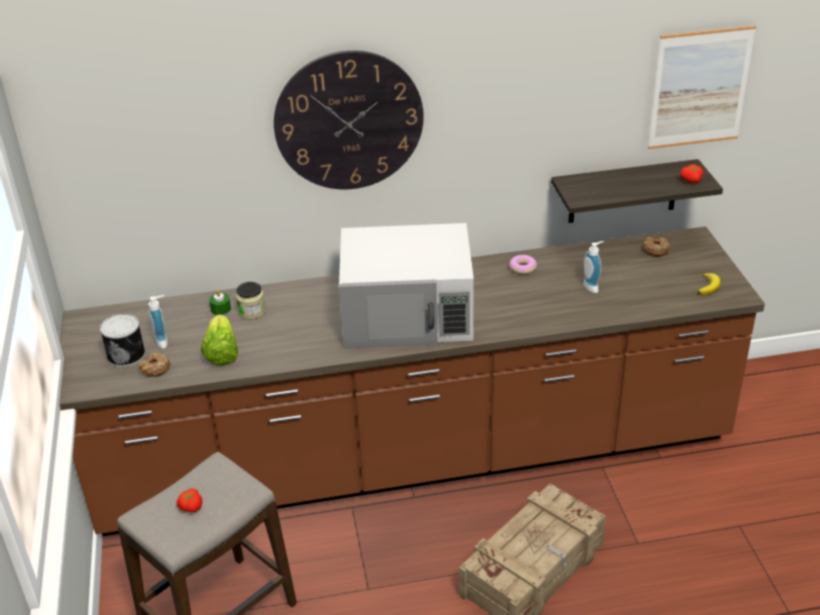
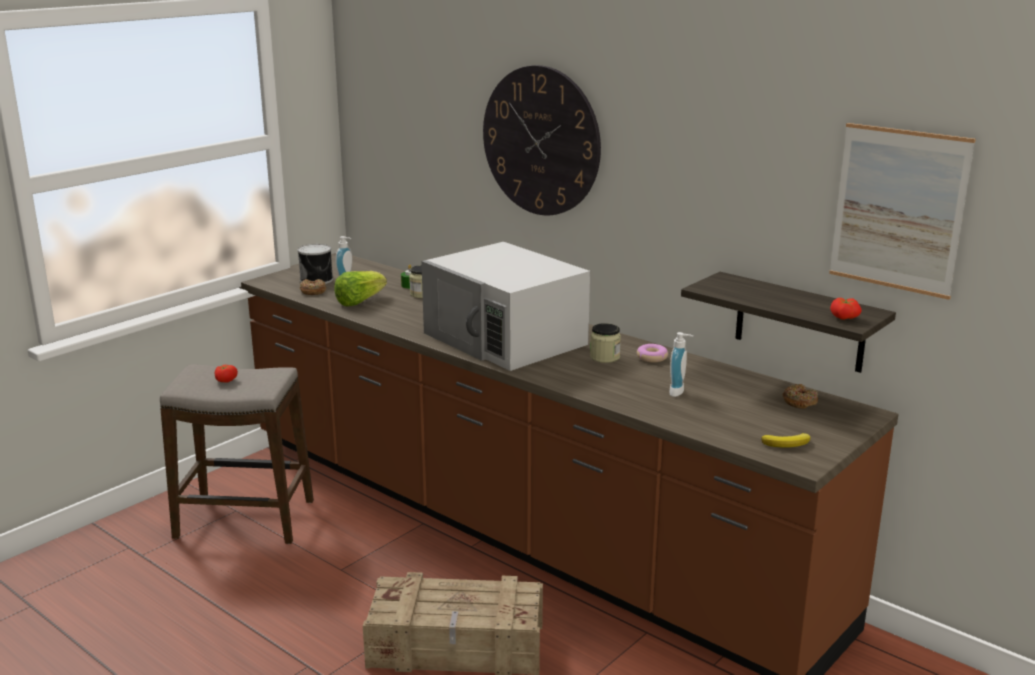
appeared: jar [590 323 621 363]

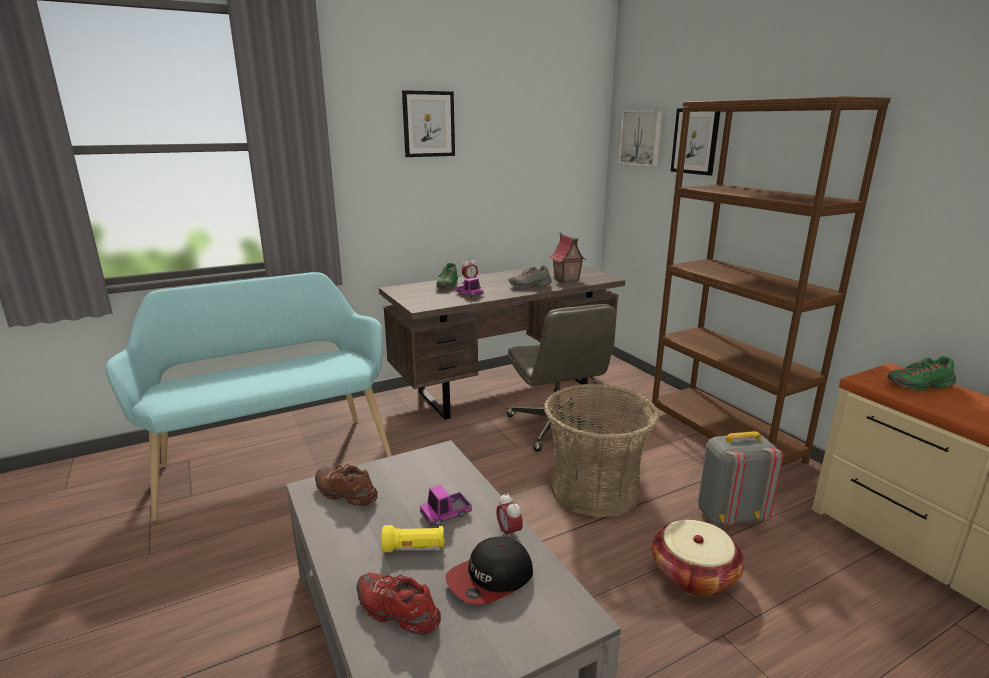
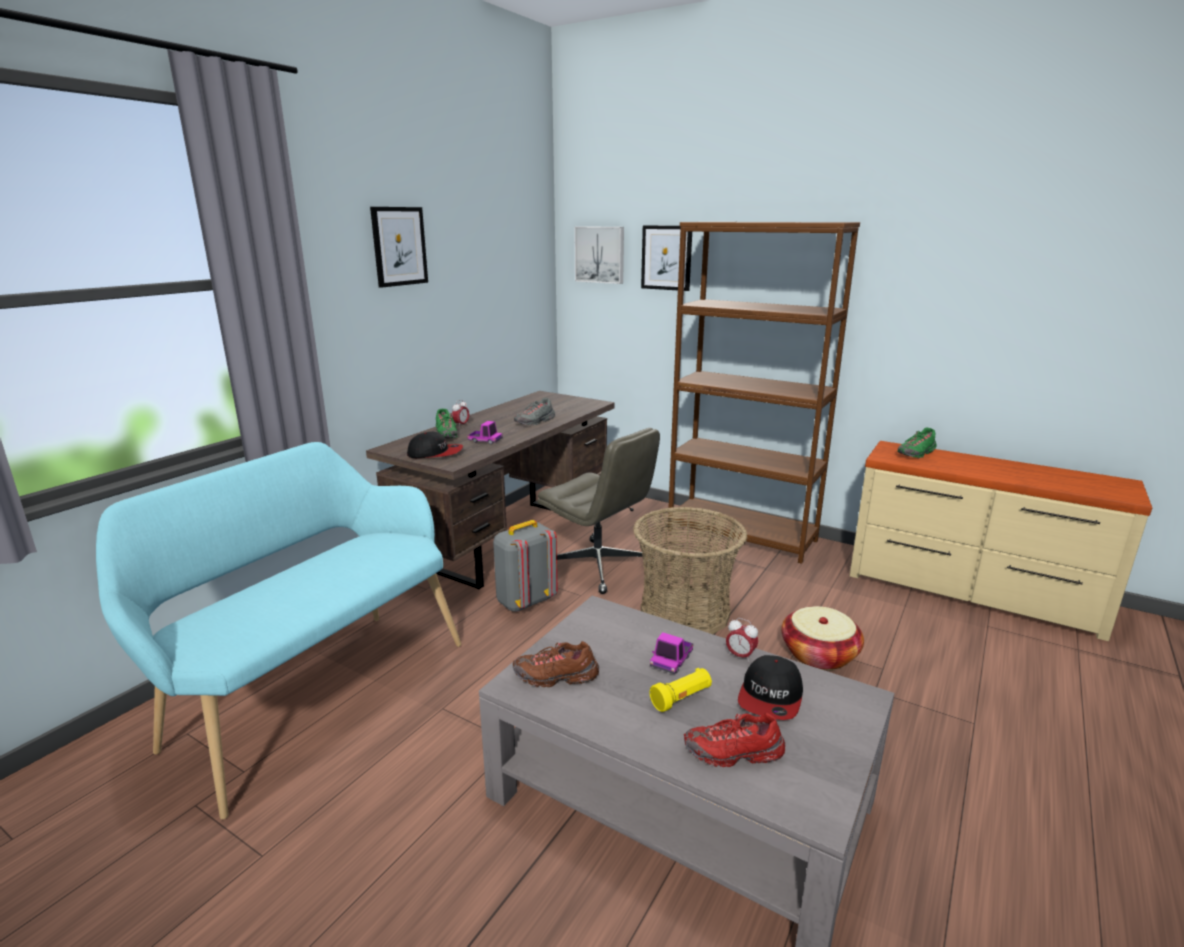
missing: toy house [550 232 586 283]
appeared: cap [407 432 463 458]
relocated: grey backpack [698 431 783 526] to [493 520 558 612]

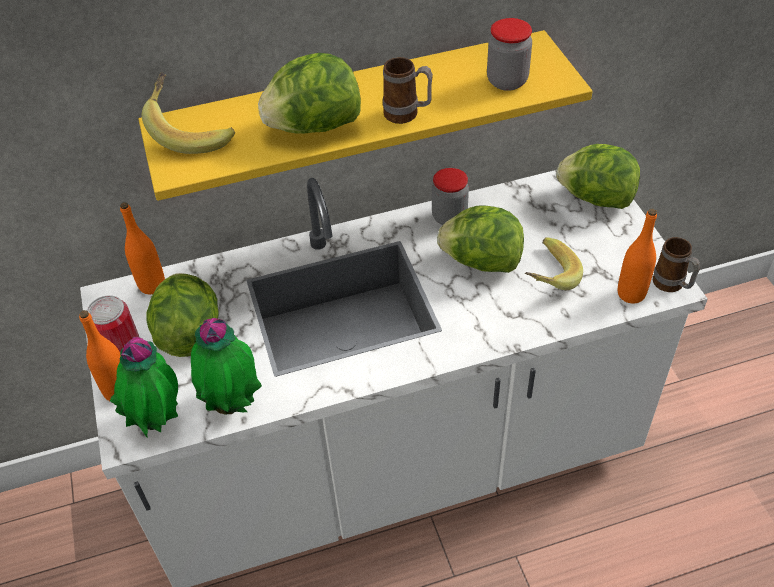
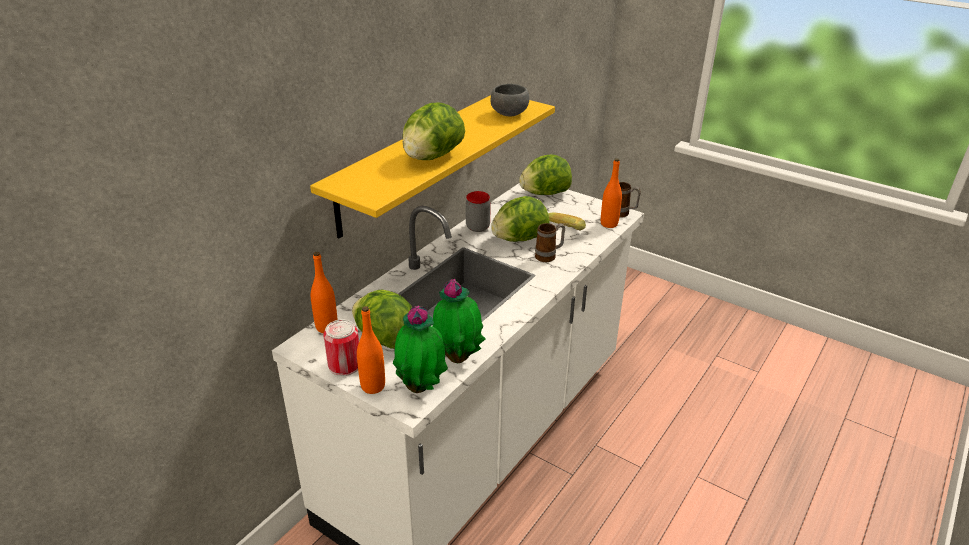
missing: banana [142 72 235 154]
relocated: mug [383 57 433 124] to [535 223 565 262]
exchanged: jar [487 18 532 91] to grey bowl [491 84 529 117]

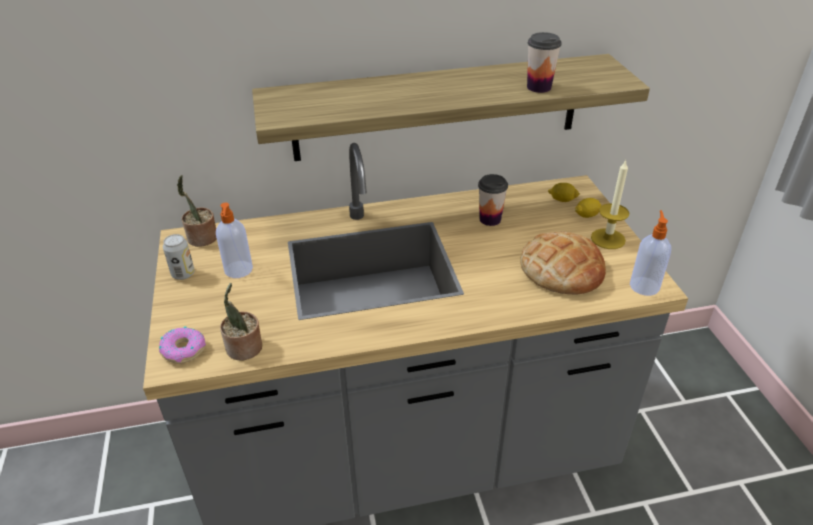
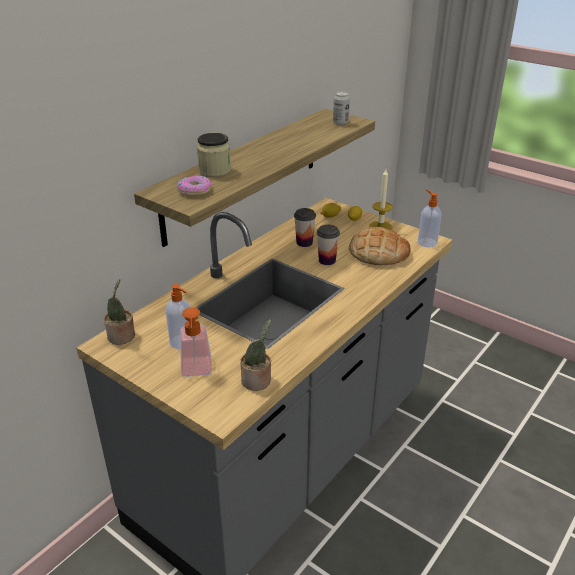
appeared: jar [197 133 231 177]; soap dispenser [180 307 212 377]
relocated: cup [527 32 562 93] to [317 225 340 265]; can [163 234 195 280] to [333 92 350 125]; donut [159 326 206 364] to [177 176 211 196]

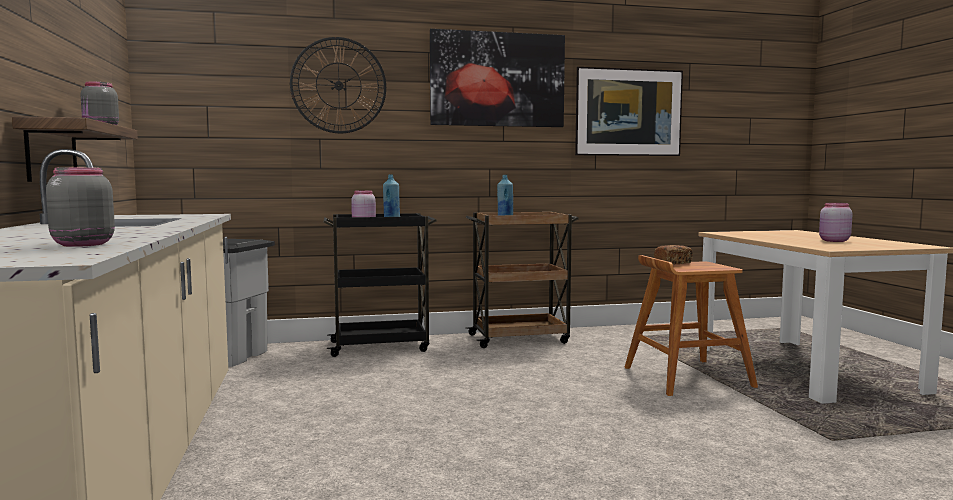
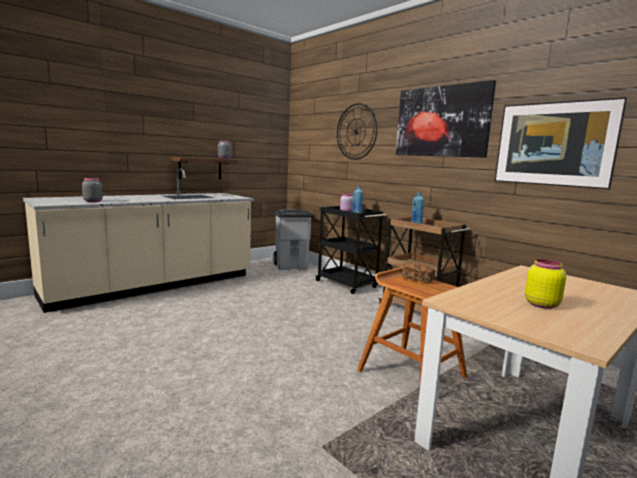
colour: pink jar [819 203 852 242] to yellow jar [525 259 566 309]

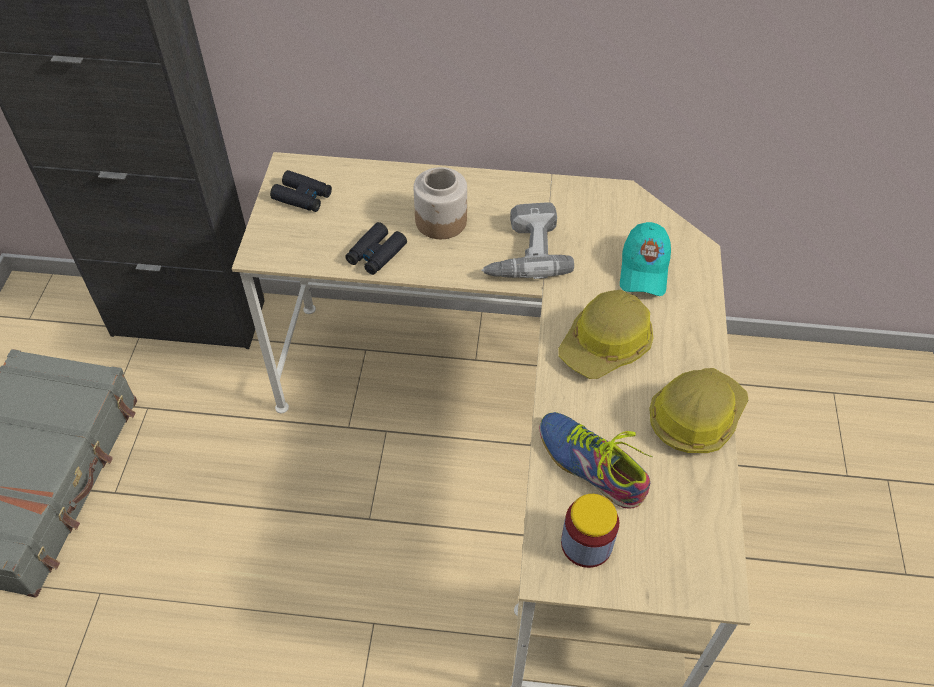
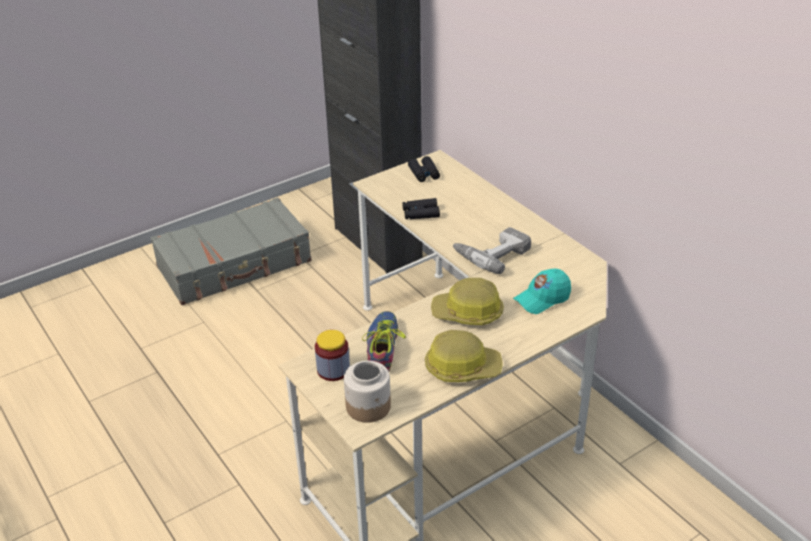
relocated: jar [414 167 467 239] to [344 361 391 423]

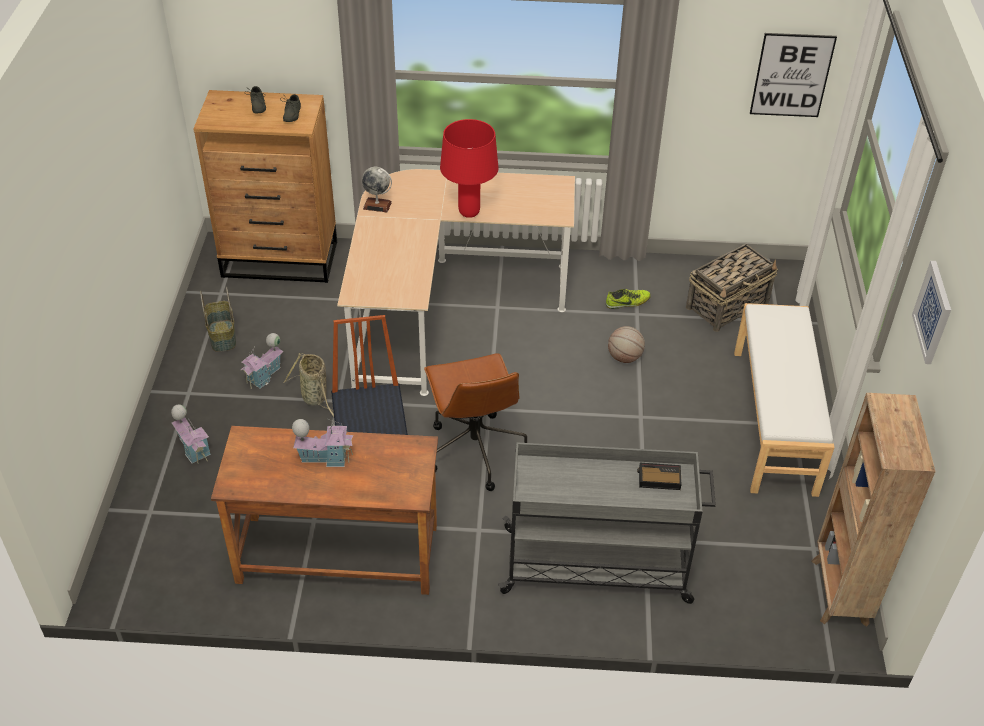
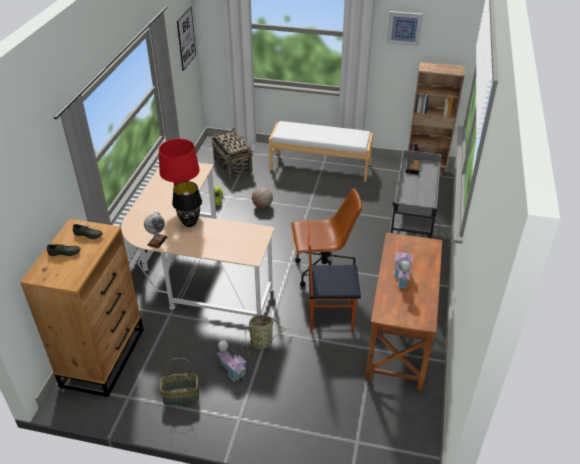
missing: toy house [171 404 211 464]
appeared: black table lamp [172 181 202 227]

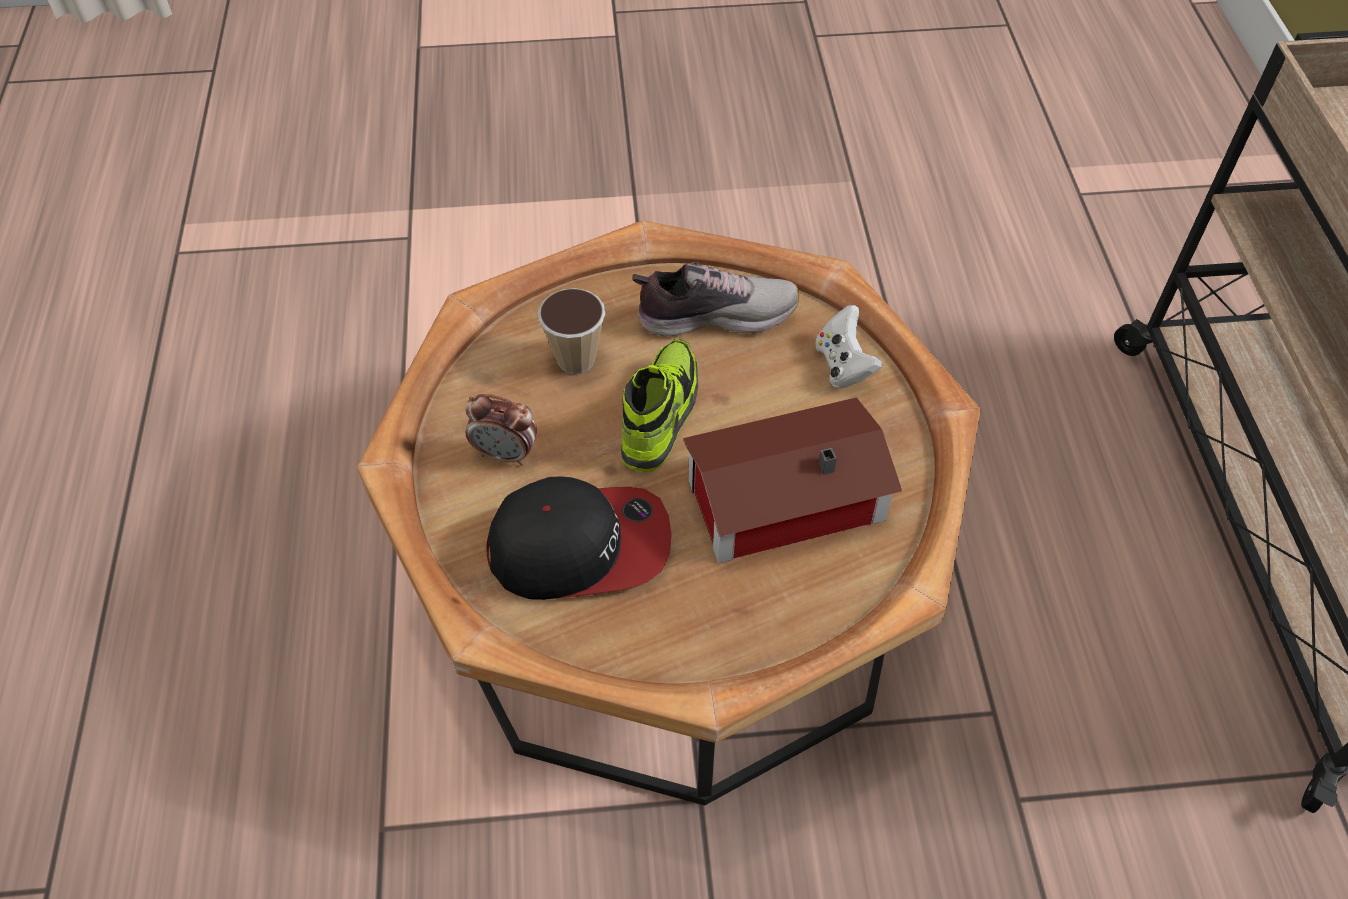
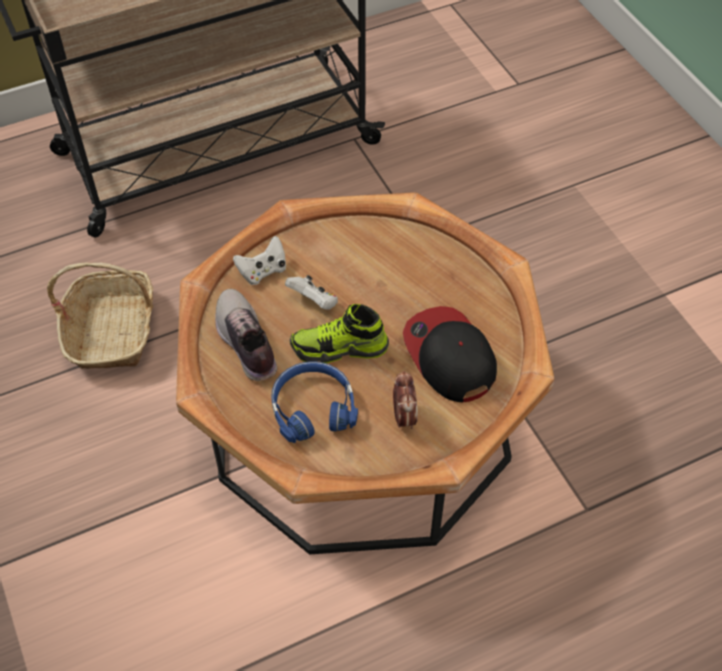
missing: toy house [683 397 902 563]
appeared: basket [47 262 153 369]; white game controller [285 275 338 310]
exchanged: cup [538 288 605 374] to blue headphones [271 362 358 443]

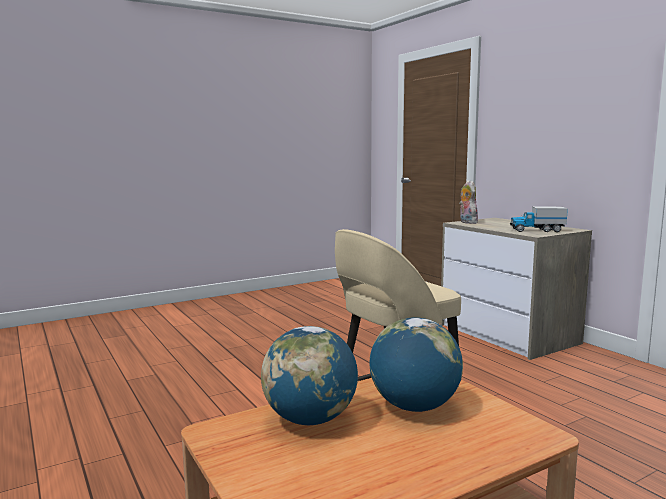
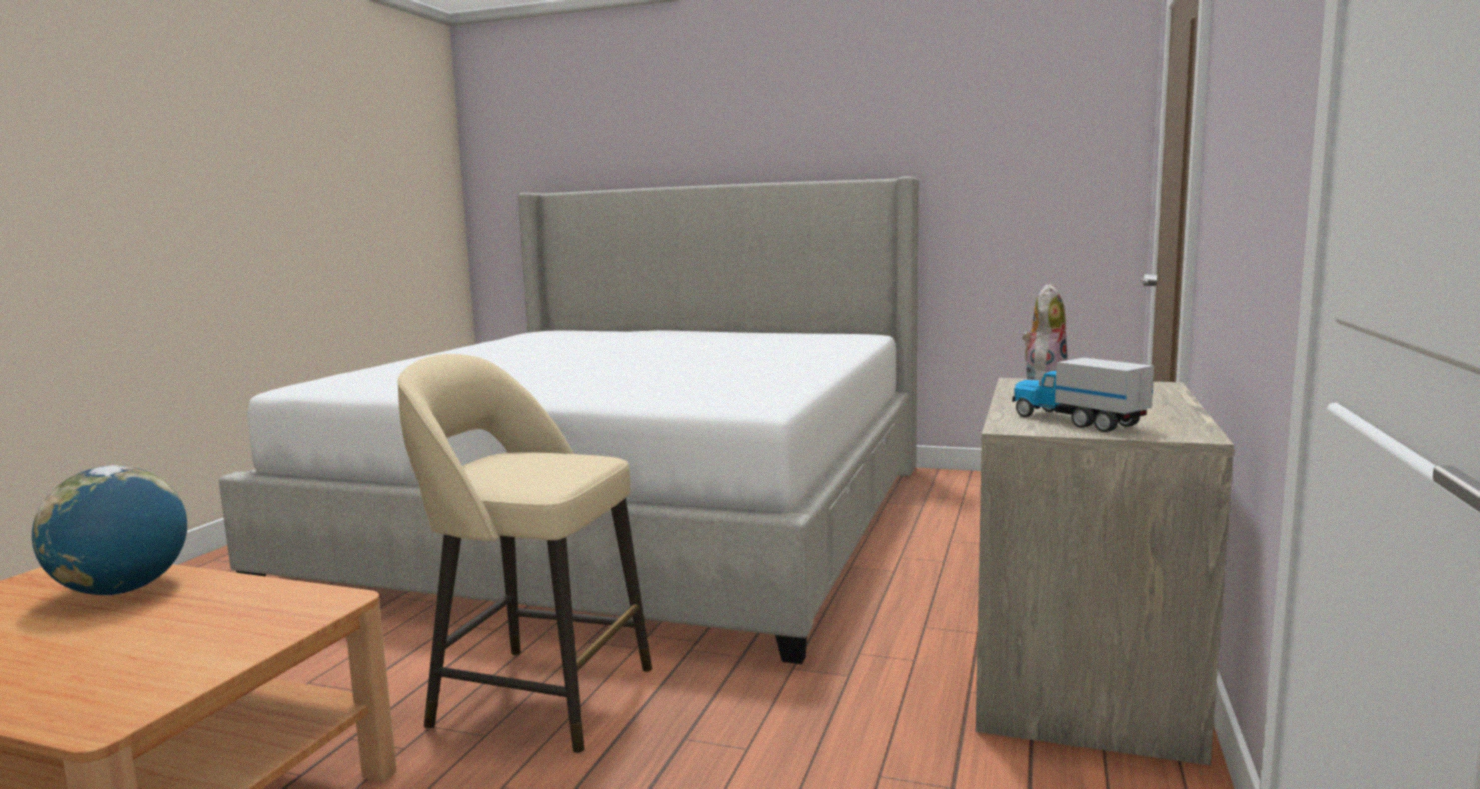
missing: globe [369 317 463 412]
appeared: bed [219 176 919 664]

